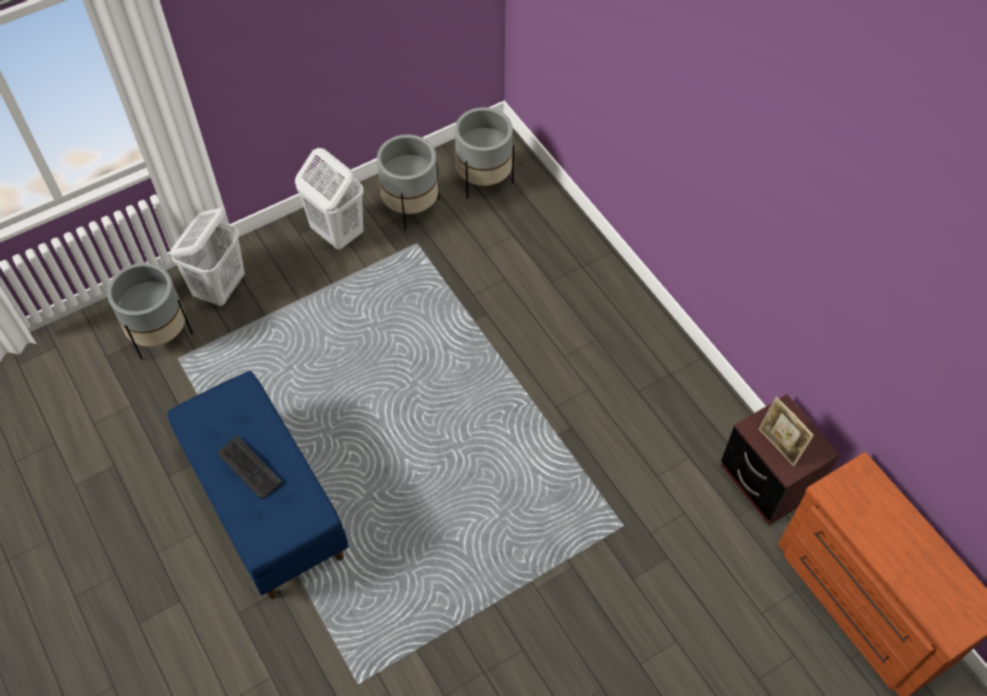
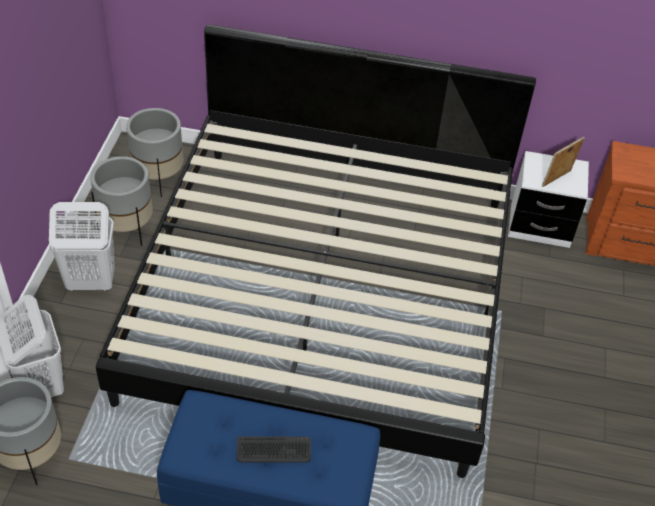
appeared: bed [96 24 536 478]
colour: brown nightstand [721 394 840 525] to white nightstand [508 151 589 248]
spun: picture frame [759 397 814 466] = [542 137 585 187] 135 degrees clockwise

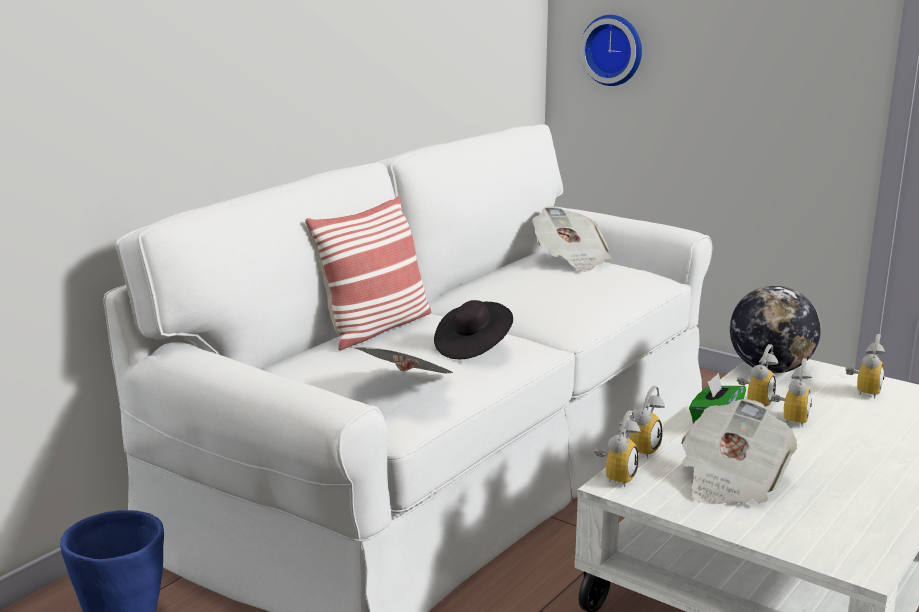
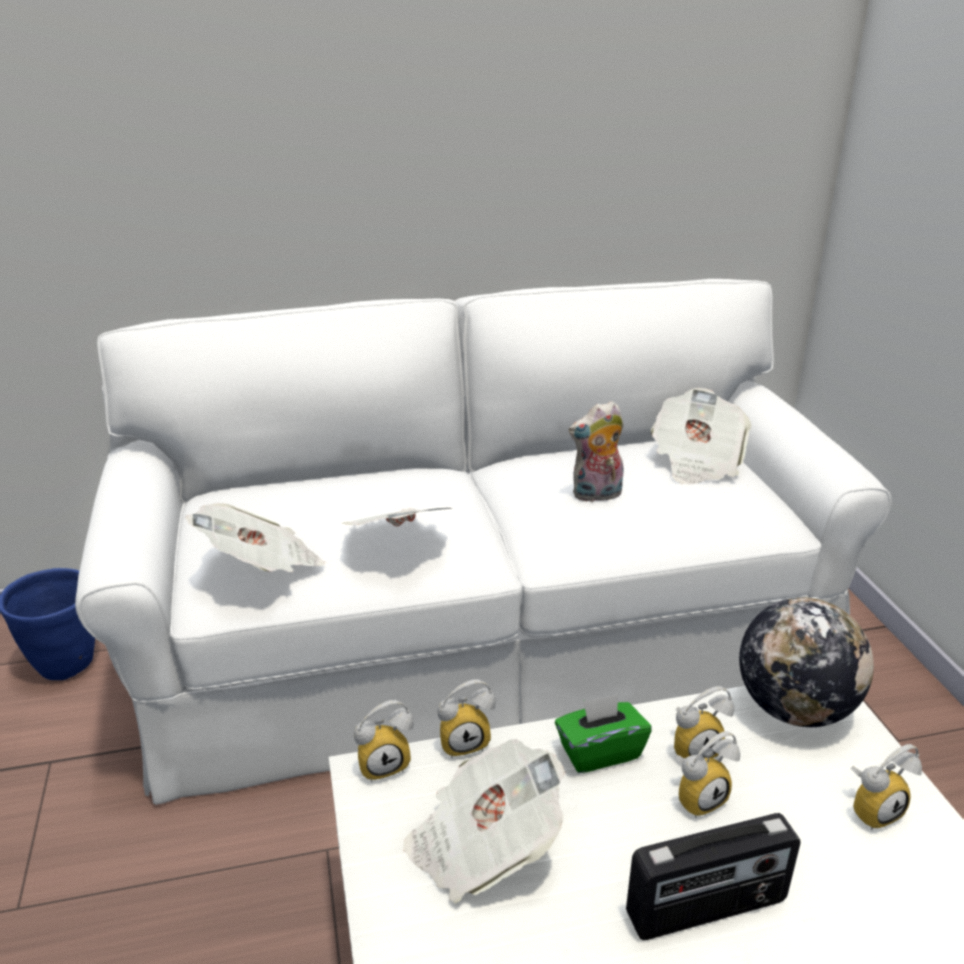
missing: wall clock [580 15 642 86]; pillow [305 196 431 351]
appeared: plush toy [569 401 624 502]; radio [626 813 801 940]
exchanged: black hat [434 300 513 359] to newspaper [342 508 452 527]

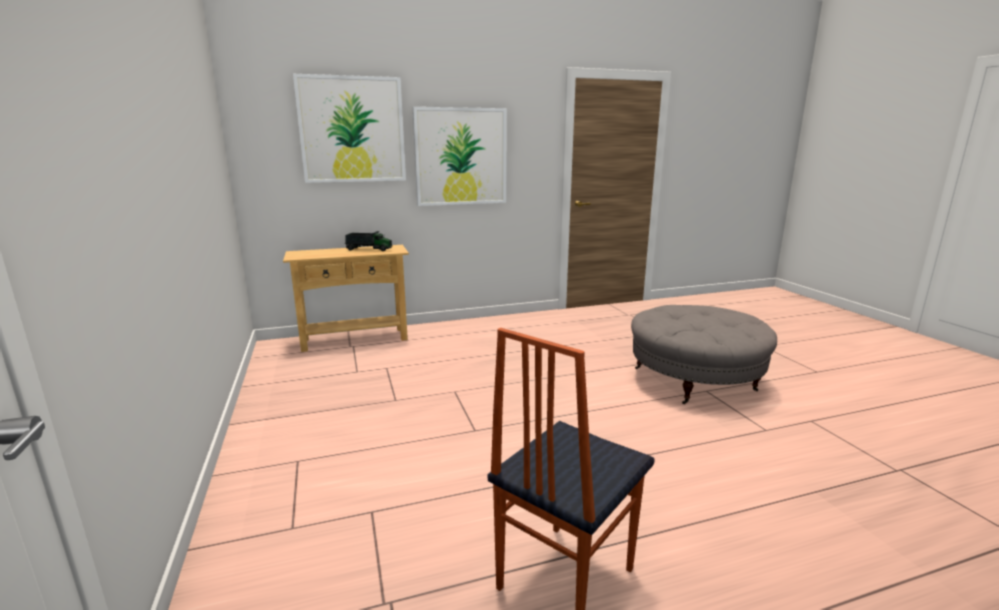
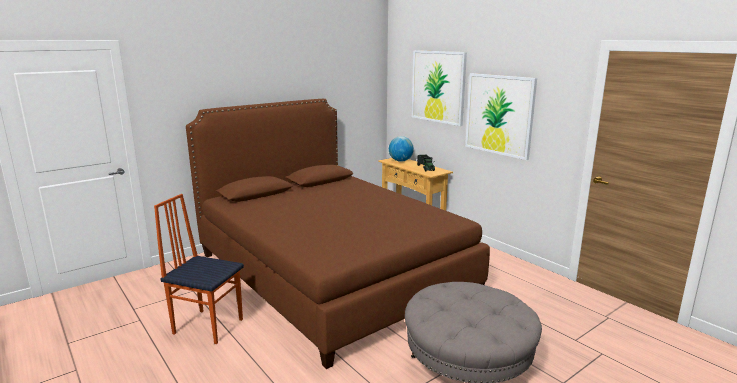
appeared: brown bed [186 99 490 369]; globe [389 136 414 162]

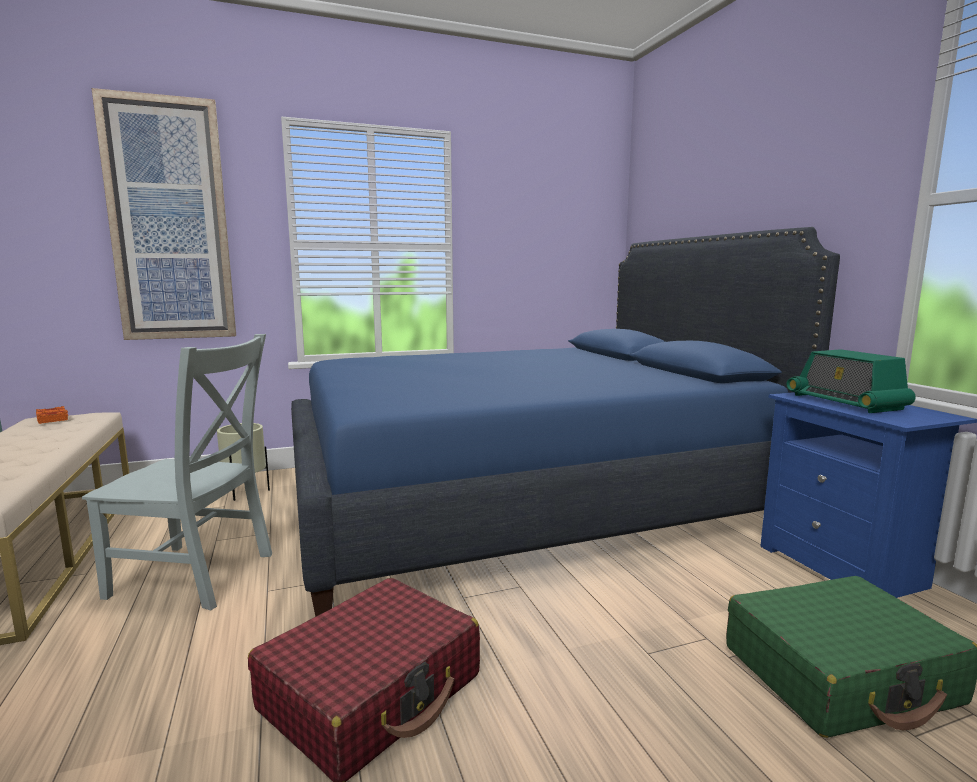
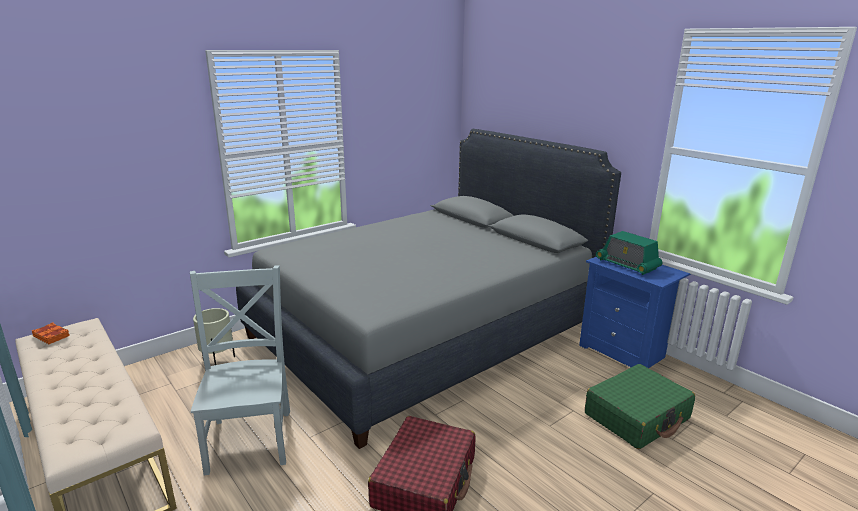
missing: picture [91 88 236 340]
colour: blue bed [291 227 840 617] to grey bed [236 129 621 449]
spun: grey chair [82 334 272 610] = [190 265 290 475] 90 degrees counterclockwise

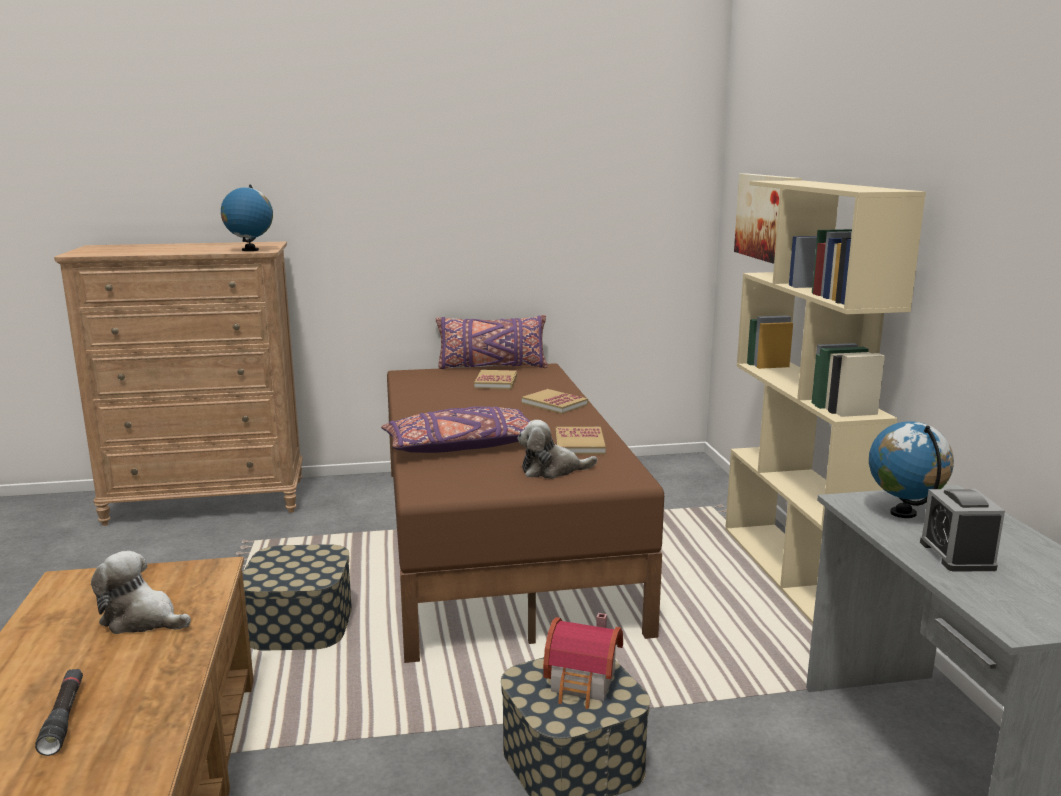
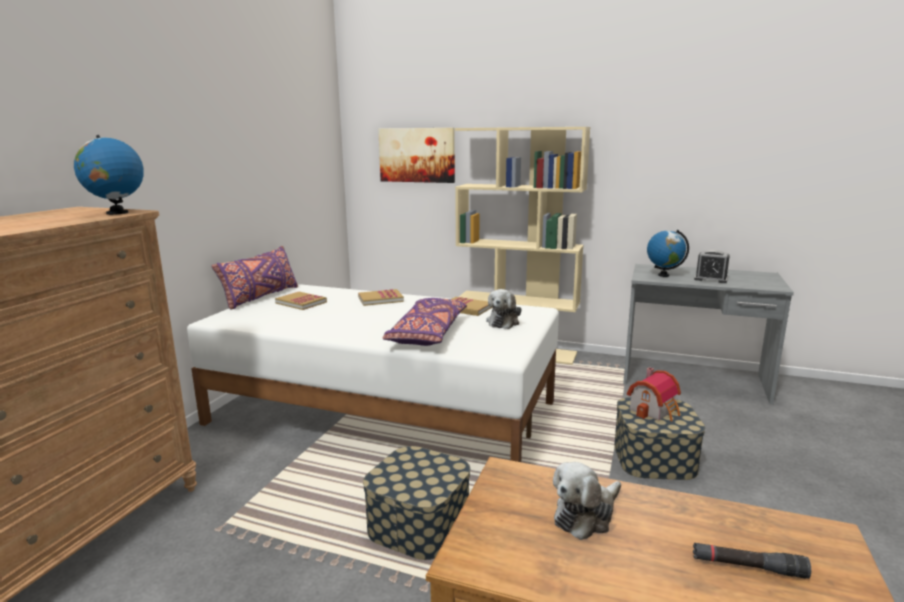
colour: brown bed [387 363 664 663] to white bed [187 284 559 462]

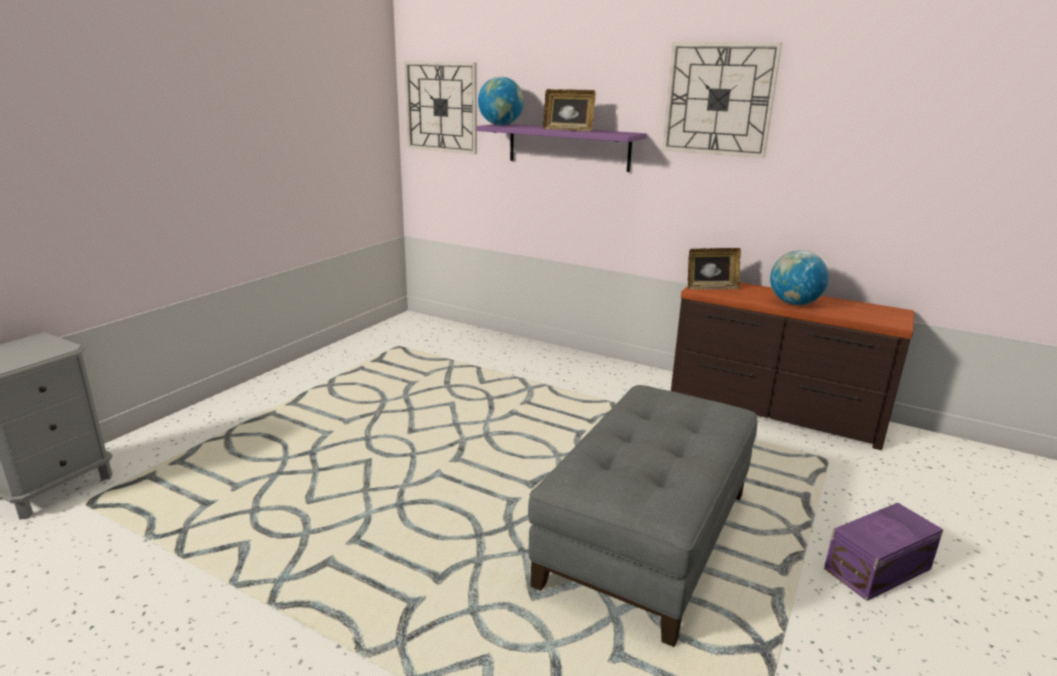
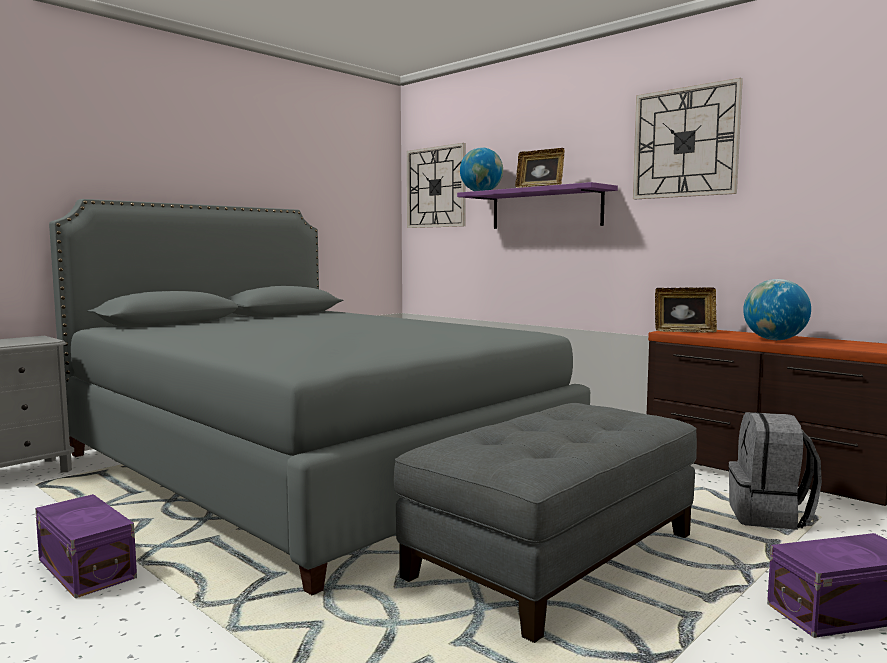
appeared: grey bed [49 199 590 595]; grey backpack [728 412 822 530]; purple storage box [35 494 137 598]

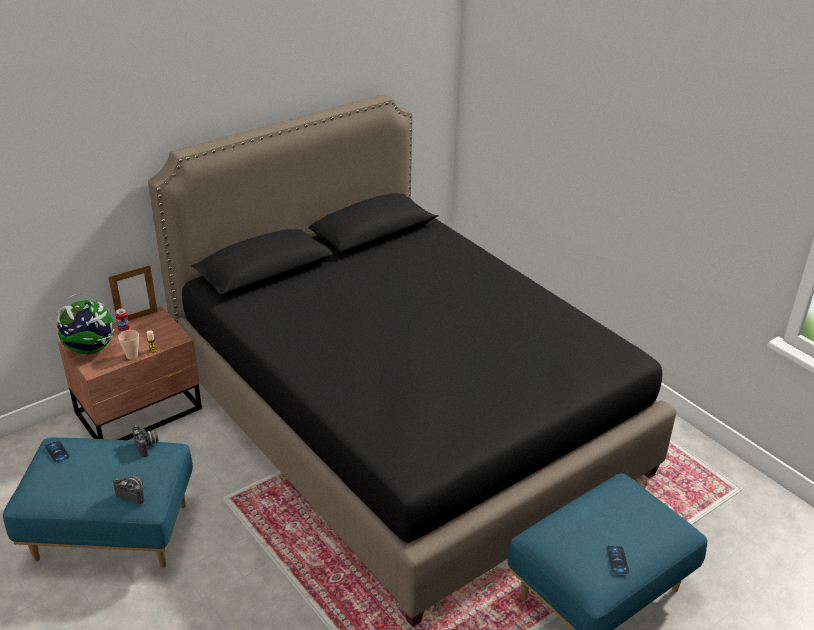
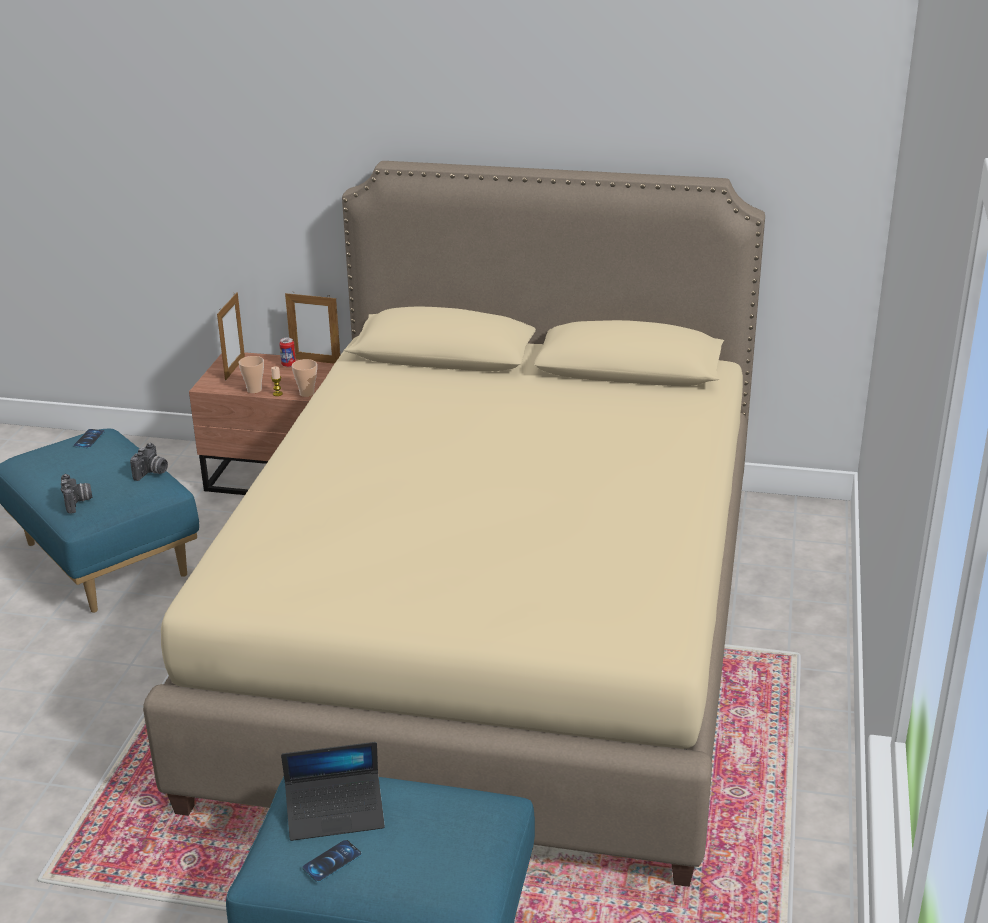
appeared: cup [292 359 317 397]; laptop [281 742 385 841]
exchanged: globe [55 292 115 355] to picture frame [217 292 245 381]
colour: black bed [148 94 676 627] to beige bed [143 161 765 887]

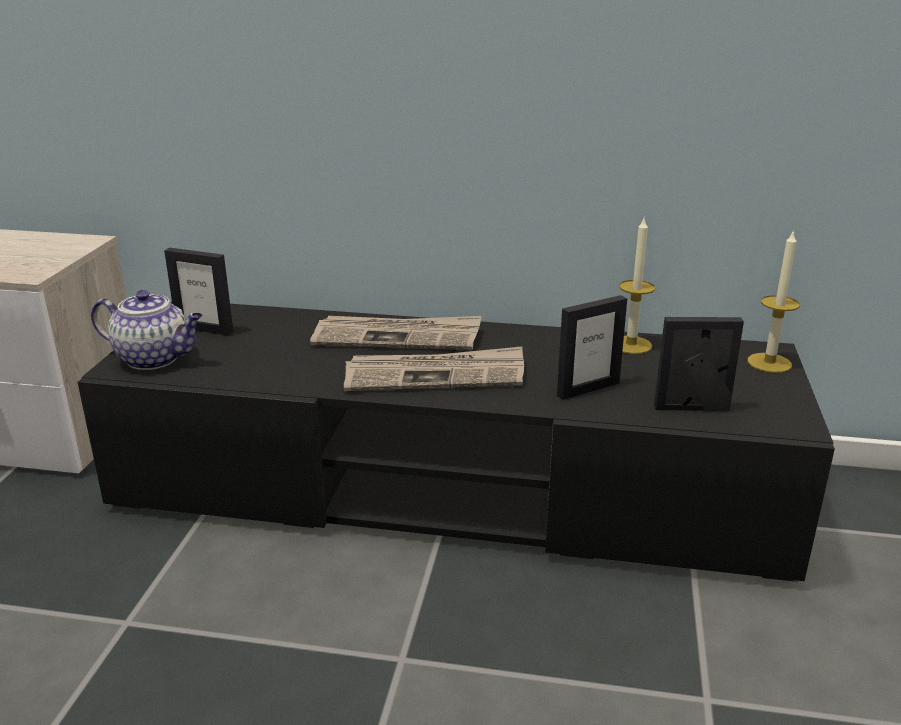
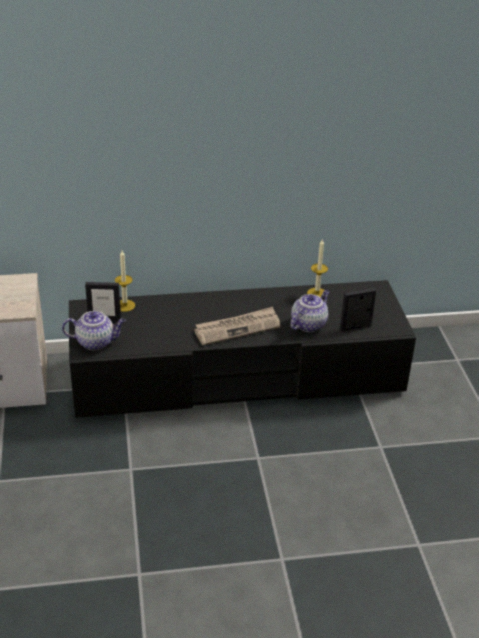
missing: newspaper [310 316 481 350]
relocated: candle [747 229 800 373] to [115 251 135 312]
exchanged: picture frame [557 295 627 400] to teapot [290 290 330 332]

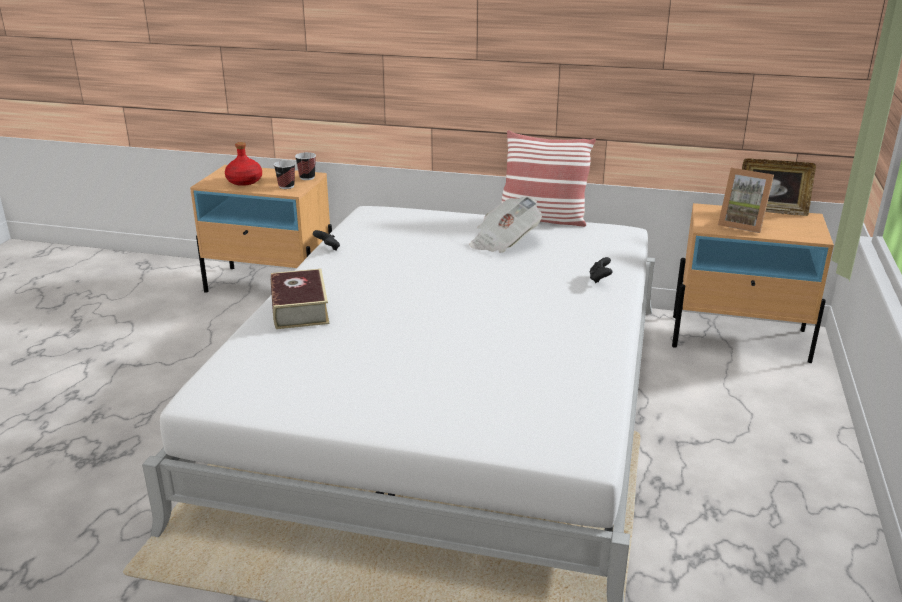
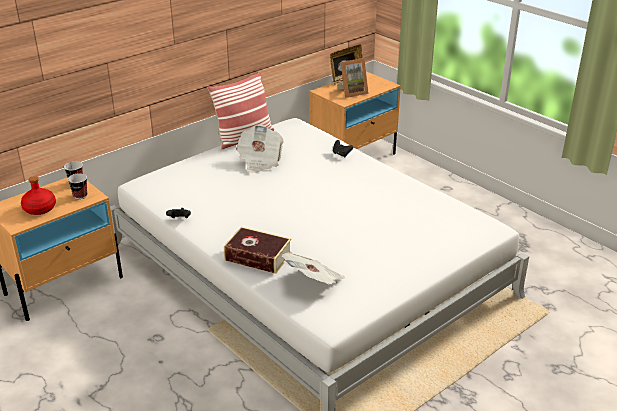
appeared: newspaper [282 252 345 285]

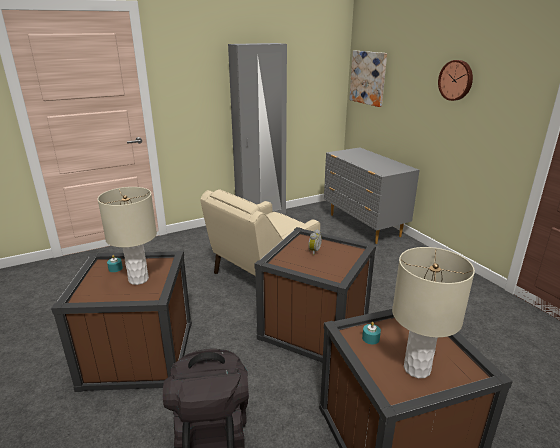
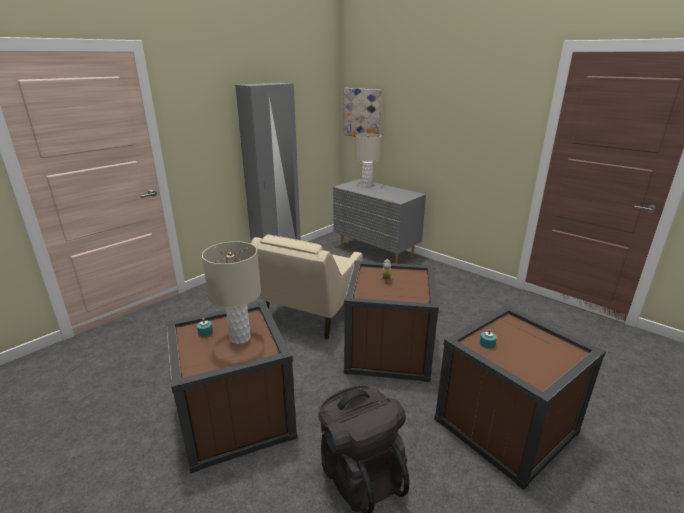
missing: wall clock [438 60 473 101]
relocated: beige table lamp [392 247 475 378] to [355 133 381 186]

